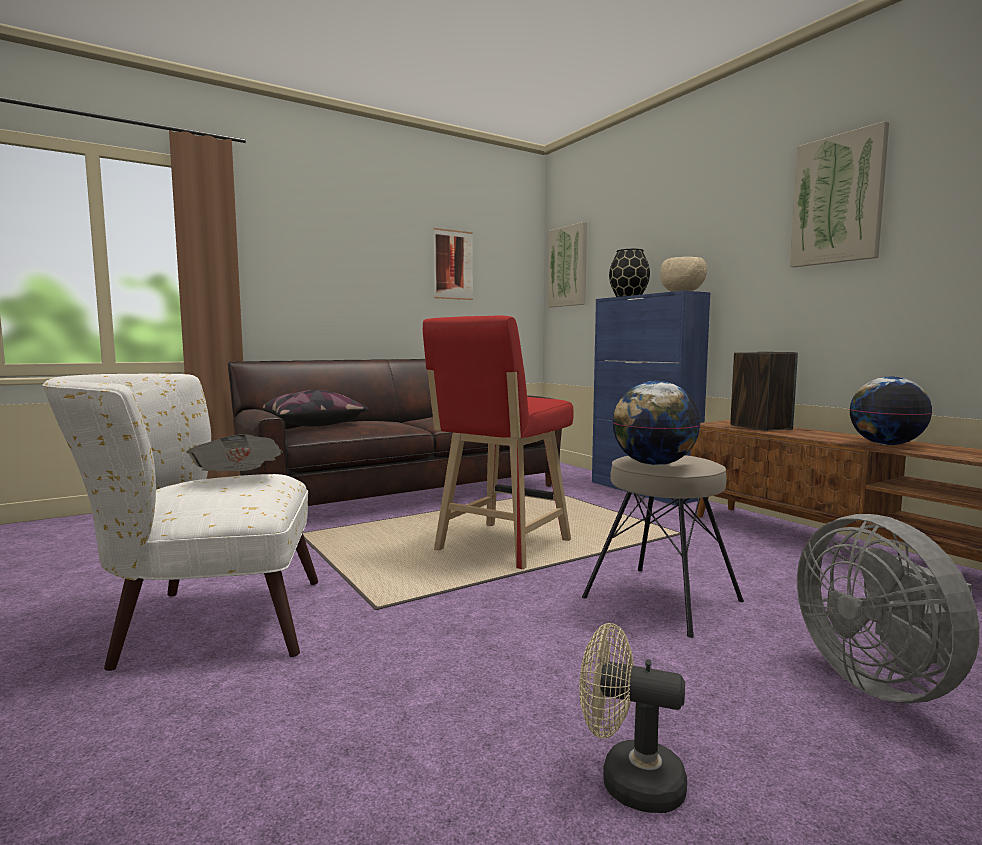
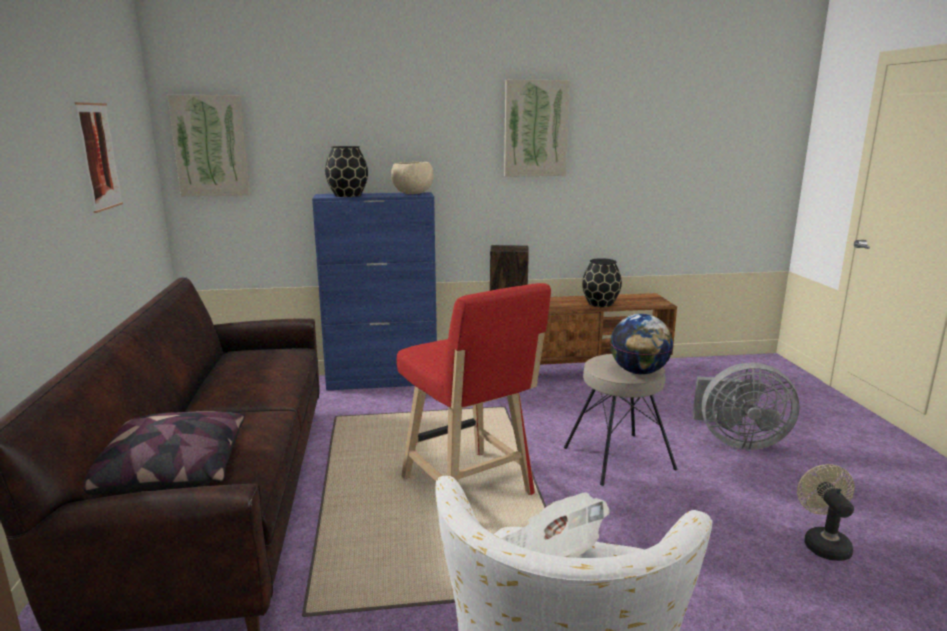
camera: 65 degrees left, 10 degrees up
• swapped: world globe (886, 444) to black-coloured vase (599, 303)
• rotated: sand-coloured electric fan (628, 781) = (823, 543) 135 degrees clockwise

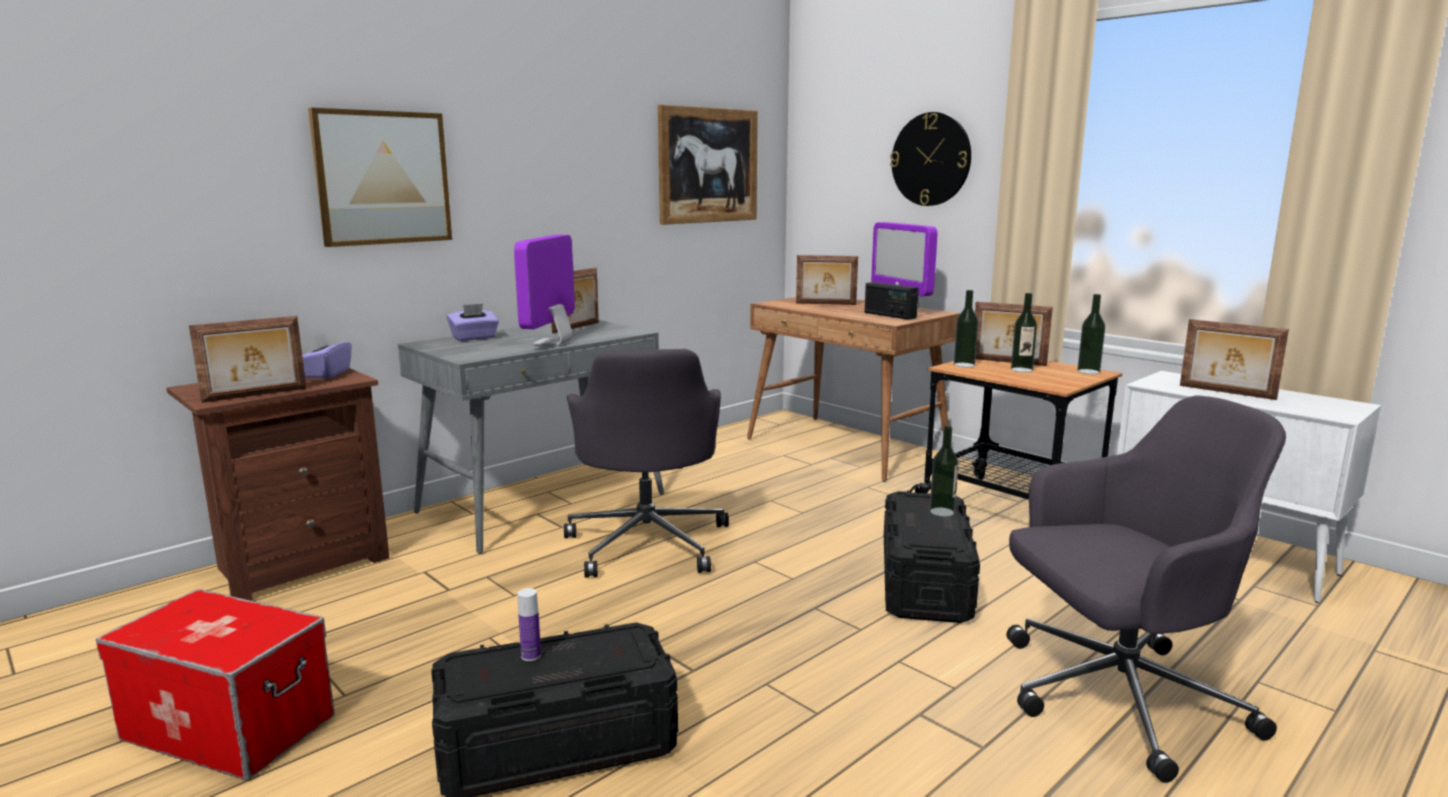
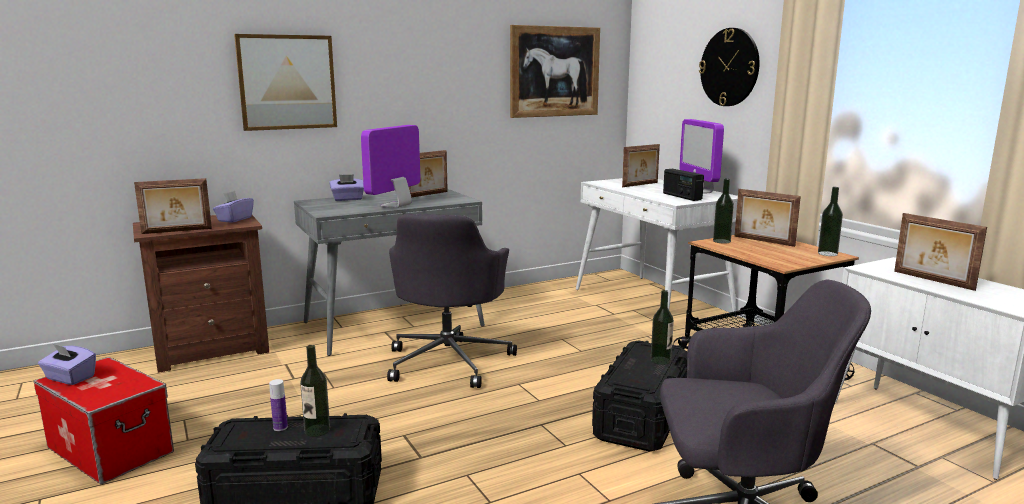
camera: 15 degrees right, 0 degrees up
• rotated: picture frame (825, 304) = (640, 185) 60 degrees counterclockwise
• shifted: beverage bottle (1021, 370) to (317, 430)
• repainted: brownish desk (847, 447) to white desk (652, 302)
• new: purple-coloured box of tissues (70, 378)

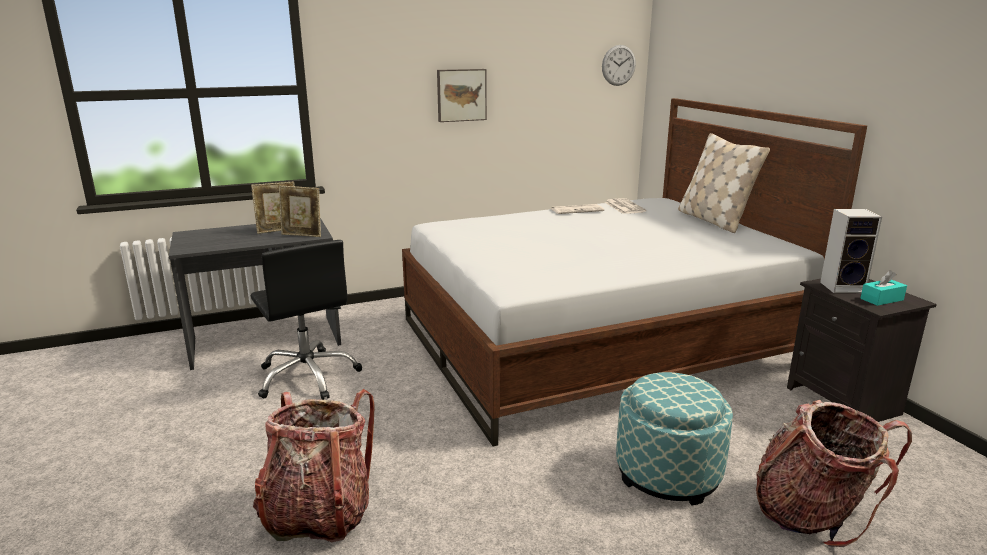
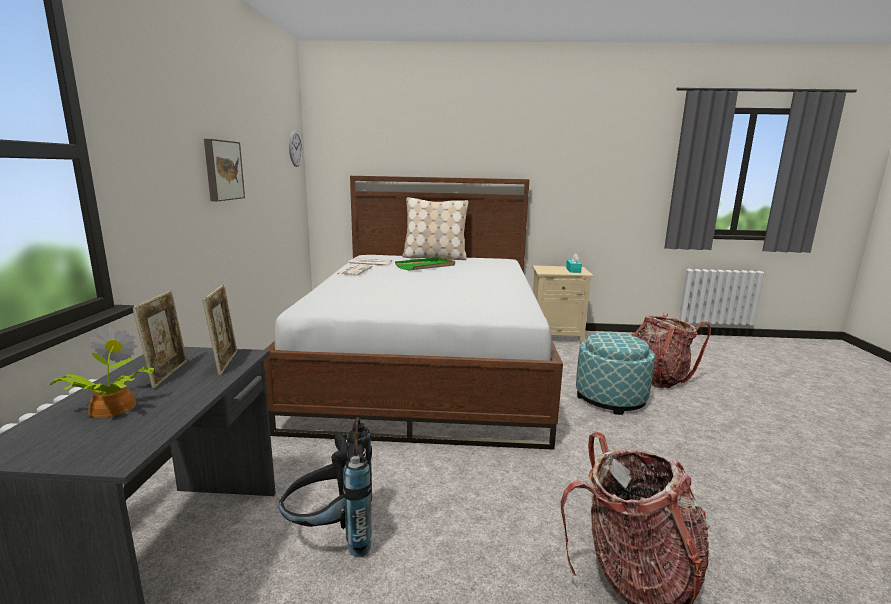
camera: 65 degrees left, 5 degrees down
• rotated: picture frame (302, 235) = (225, 362) 45 degrees counterclockwise
• gone: audio speaker (843, 287)
• swapped: black-coloured office chair (308, 376) to black-coloured backpack (332, 536)
• repainted: black-coloured night table (845, 401) to sand-coloured night table (556, 336)
• new: green serving tray (426, 266)
• new: houseplant (110, 408)

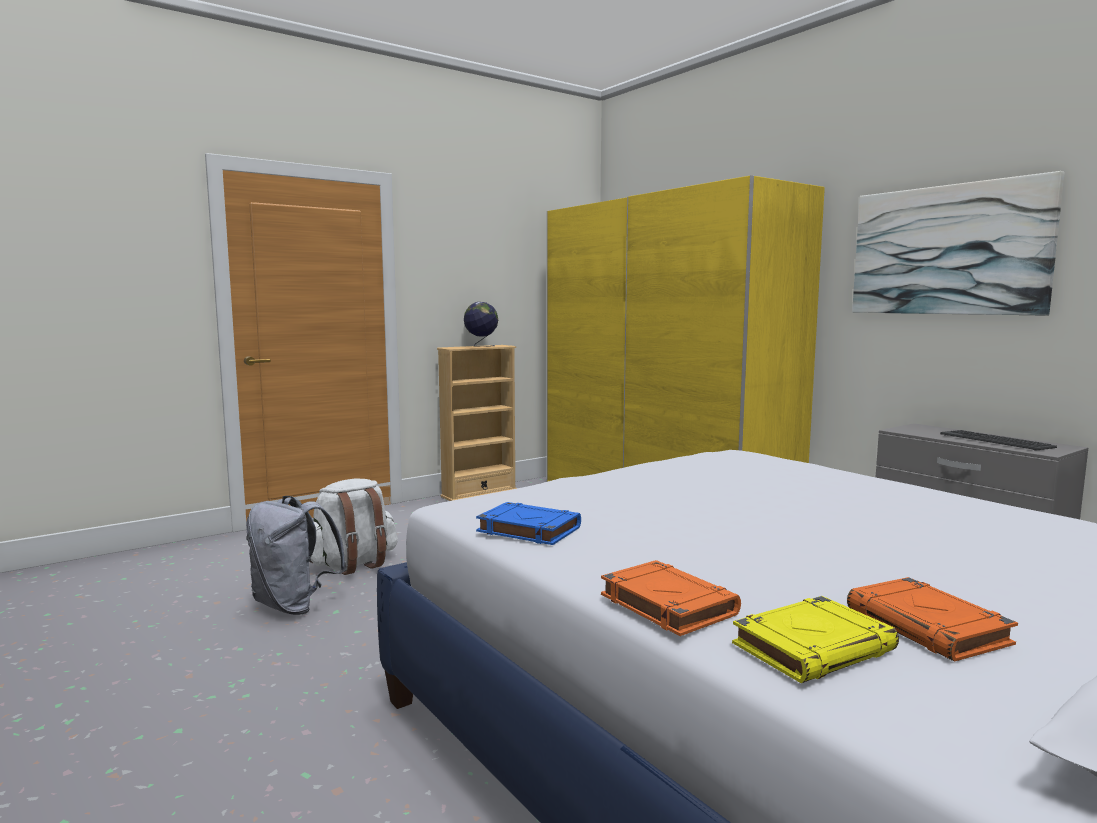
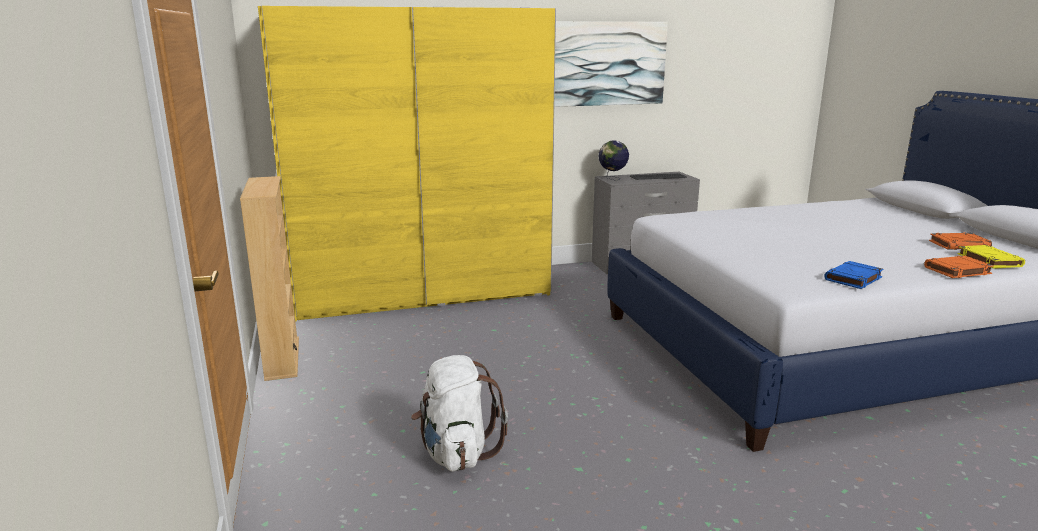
camera: 70 degrees left, 10 degrees up
• shifted: world globe (481, 346) to (612, 179)
• gone: grey backpack (294, 605)

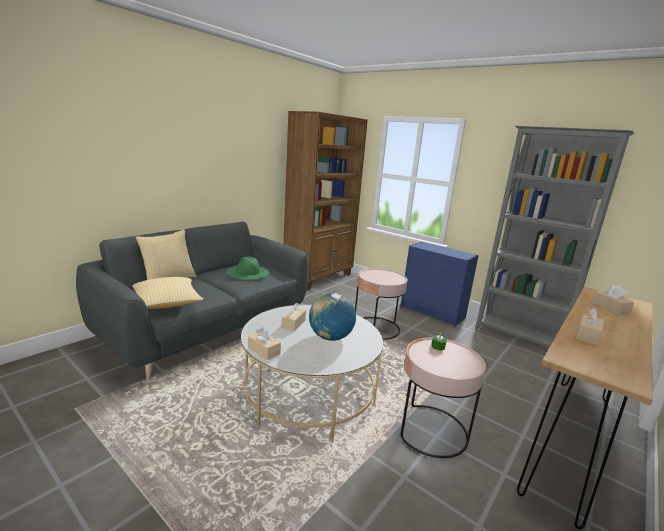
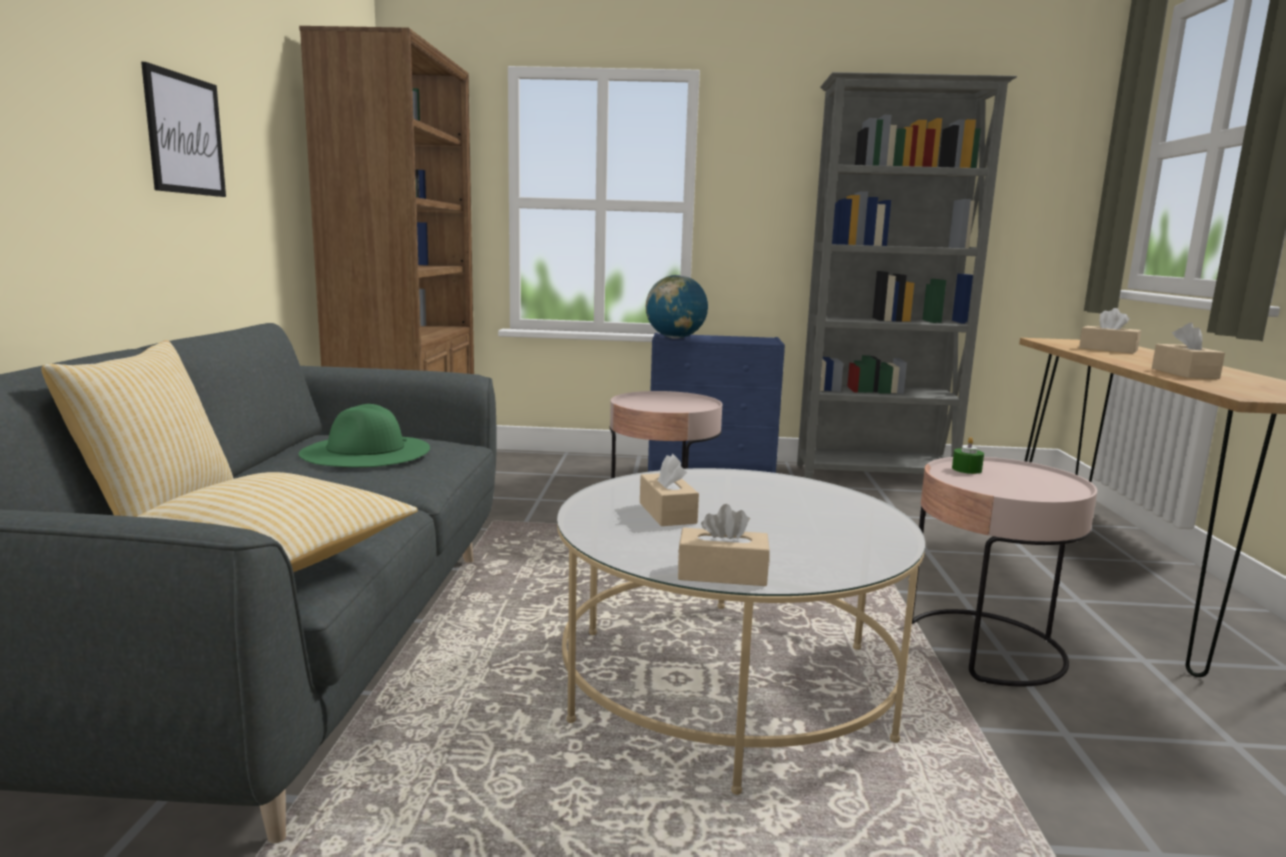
camera: 35 degrees left, 5 degrees down
• shifted: world globe (330, 337) to (675, 338)
• new: picture (185, 135)

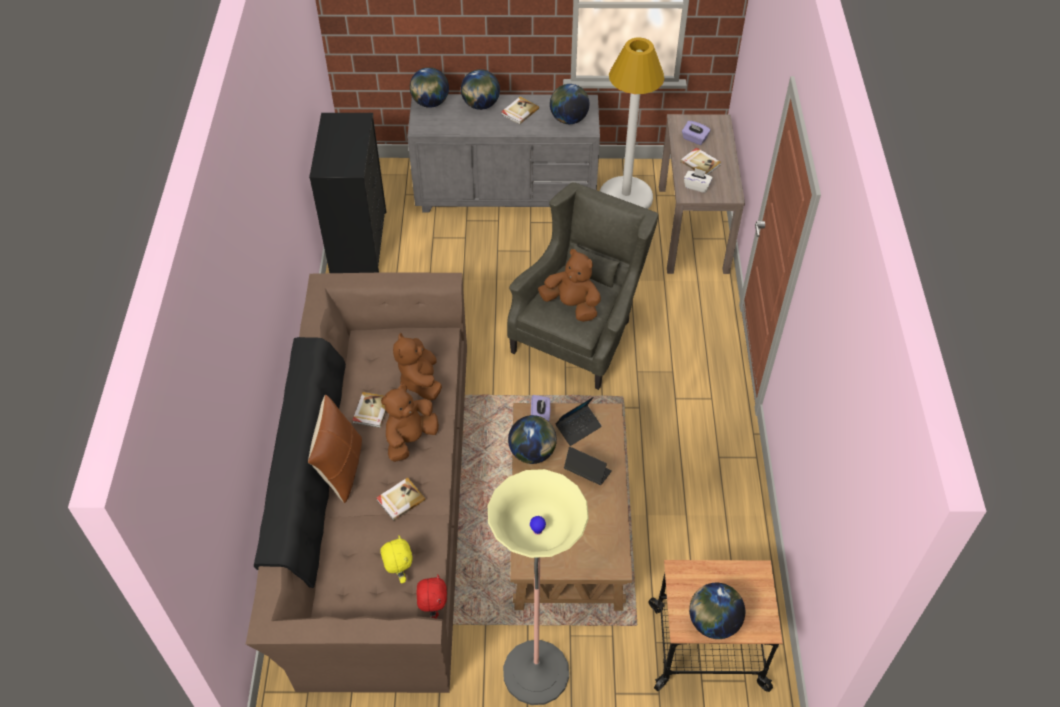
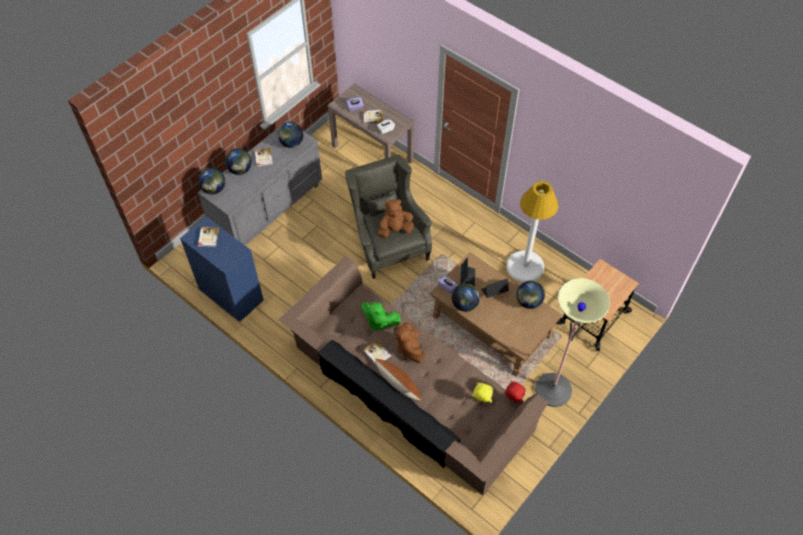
camera: 50 degrees left, 5 degrees up
• shifted: white standing lamp (625, 197) to (525, 267)
• repainted: black-coloured dresser (358, 241) to blue-coloured dresser (230, 294)
• repainted: brownish cuddly toy (420, 381) to green cuddly toy (378, 321)
• shifted: book (400, 500) to (208, 237)
• shifted: world globe (713, 622) to (528, 302)

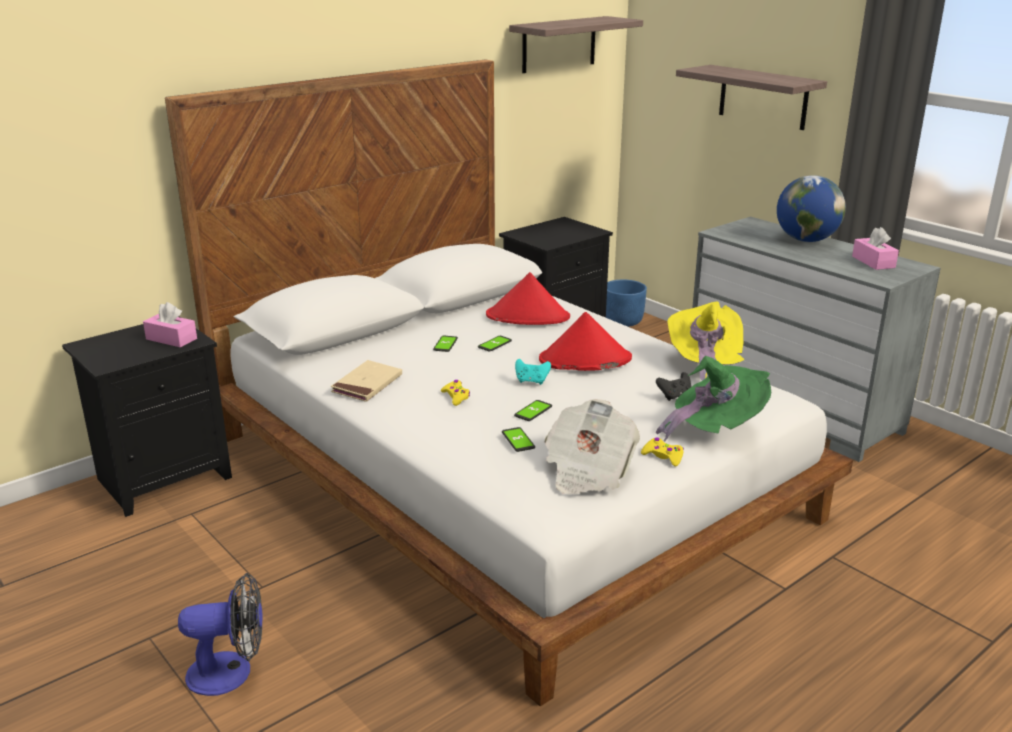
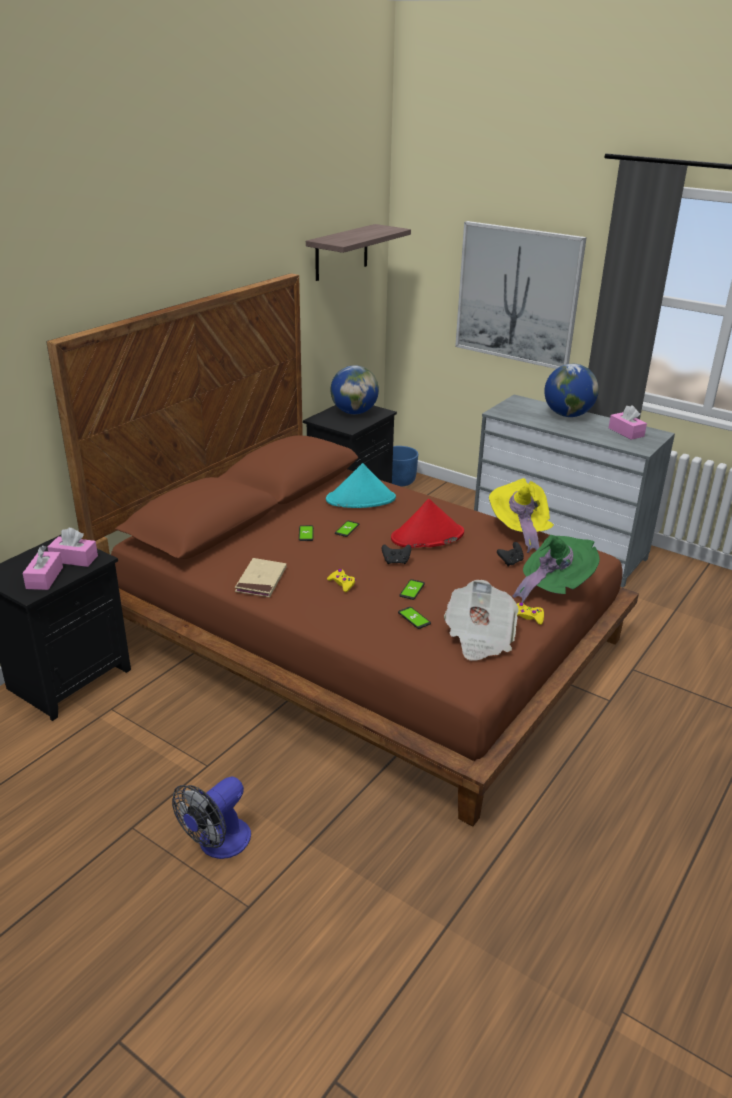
camera: 15 degrees left, 5 degrees up
• repainted: white sleeping bed (507, 476) to brownish sleeping bed (364, 635)
• swapped: wall shelf (763, 97) to picture (517, 295)
• repainted: red clothing hat (528, 317) to blue-green clothing hat (361, 499)
• repainted: blue-green joypad (531, 381) to black-coloured joypad (396, 562)
• rotated: electric fan (231, 672) = (218, 844) 150 degrees clockwise
• new: world globe (354, 412)
• new: pink box of tissues (44, 578)

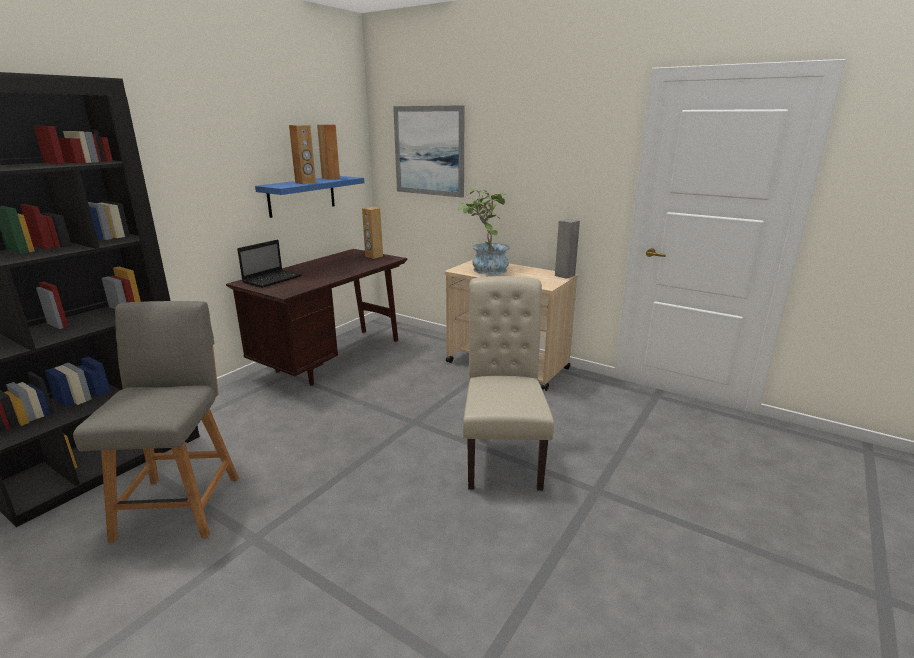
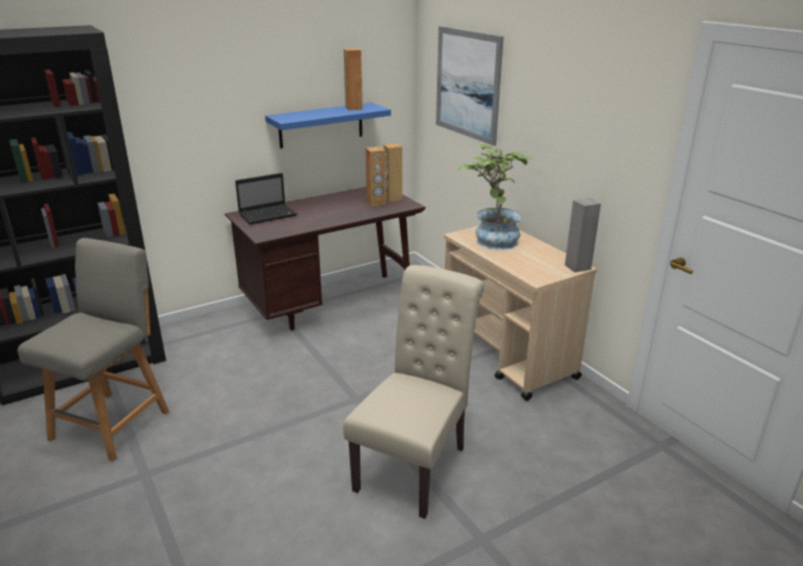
camera: 25 degrees right, 5 degrees up
• shifted: brownish audio speaker (305, 183) to (376, 203)

